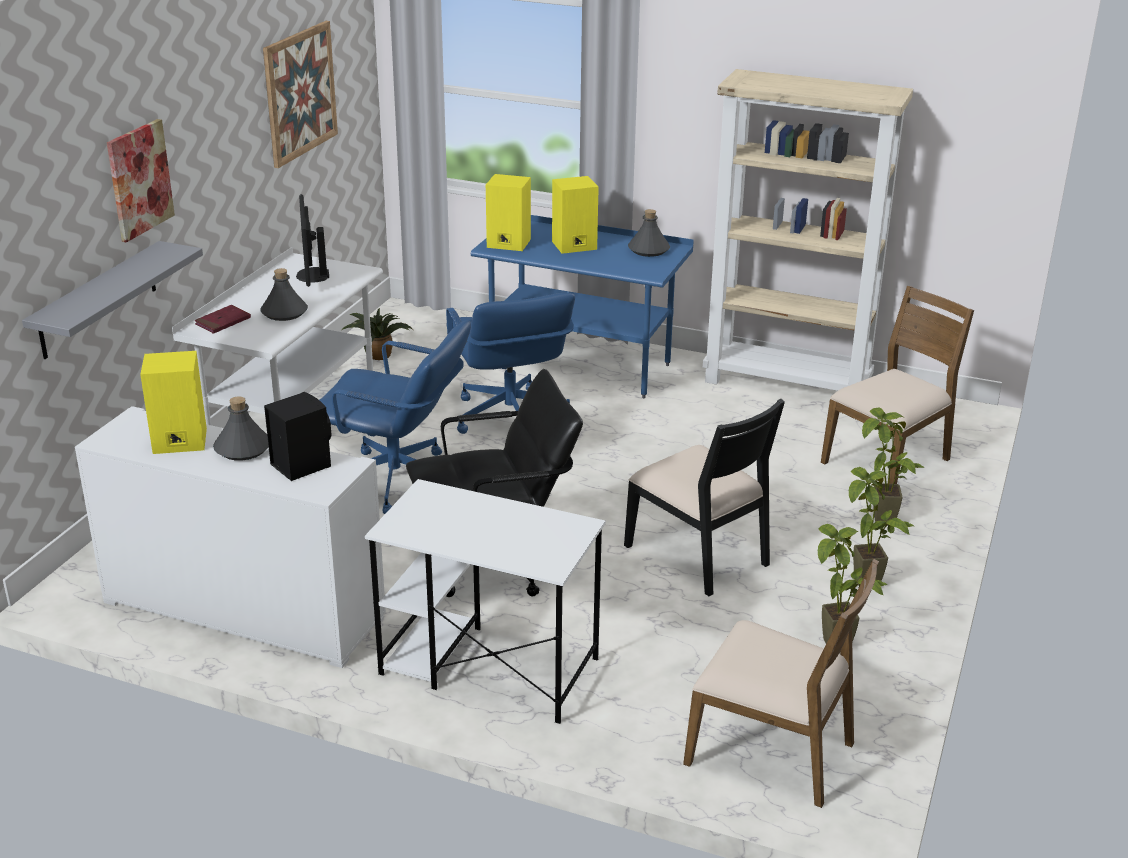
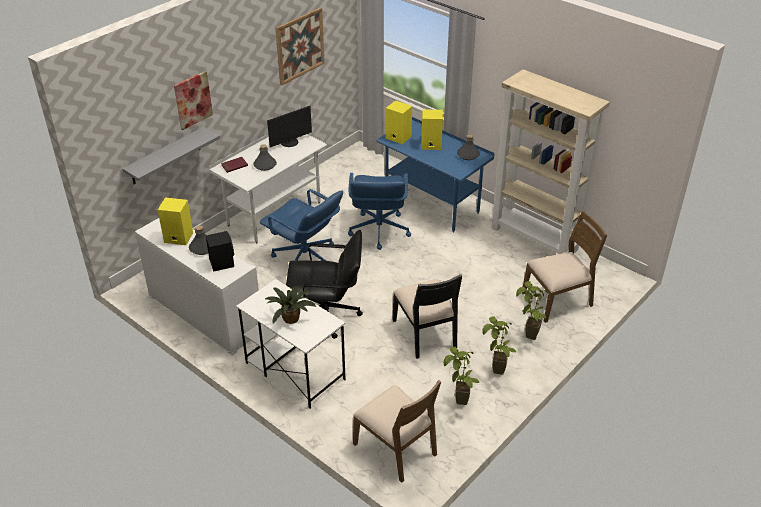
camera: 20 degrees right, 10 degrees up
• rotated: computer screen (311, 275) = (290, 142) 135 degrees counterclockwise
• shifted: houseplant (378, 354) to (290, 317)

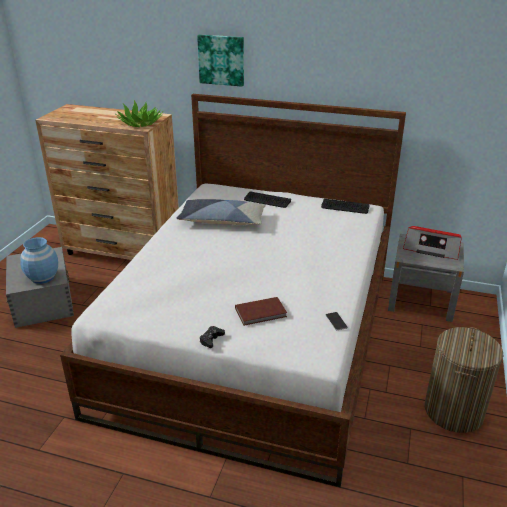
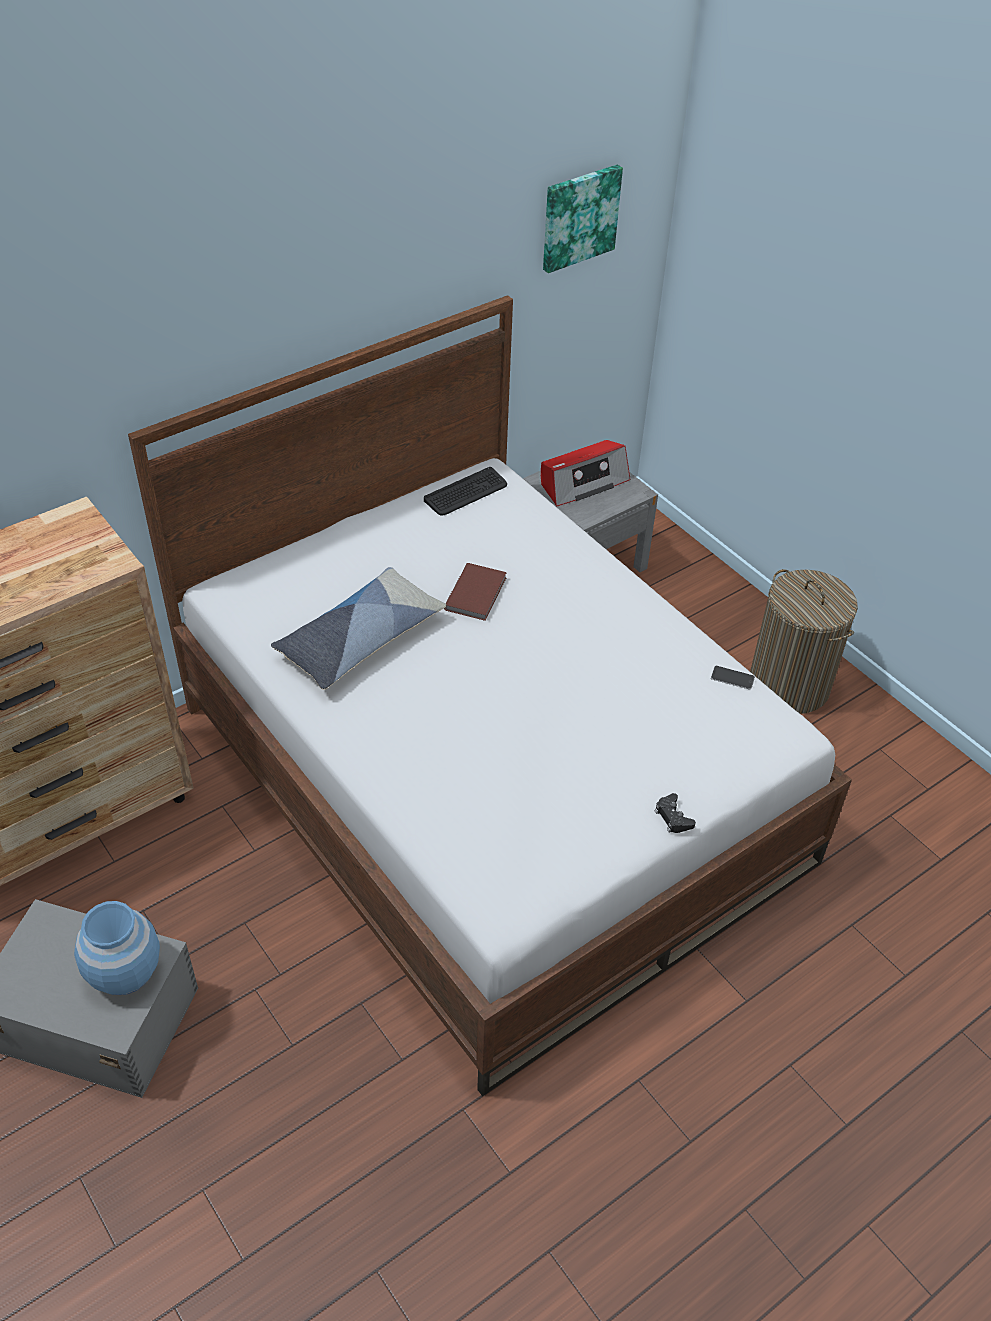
camera: 55 degrees left, 15 degrees up
• shifted: picture (221, 60) to (579, 217)
• gone: houseplant (140, 123)
• gone: keyboard (267, 200)
• shifted: brownish book (261, 313) to (477, 593)

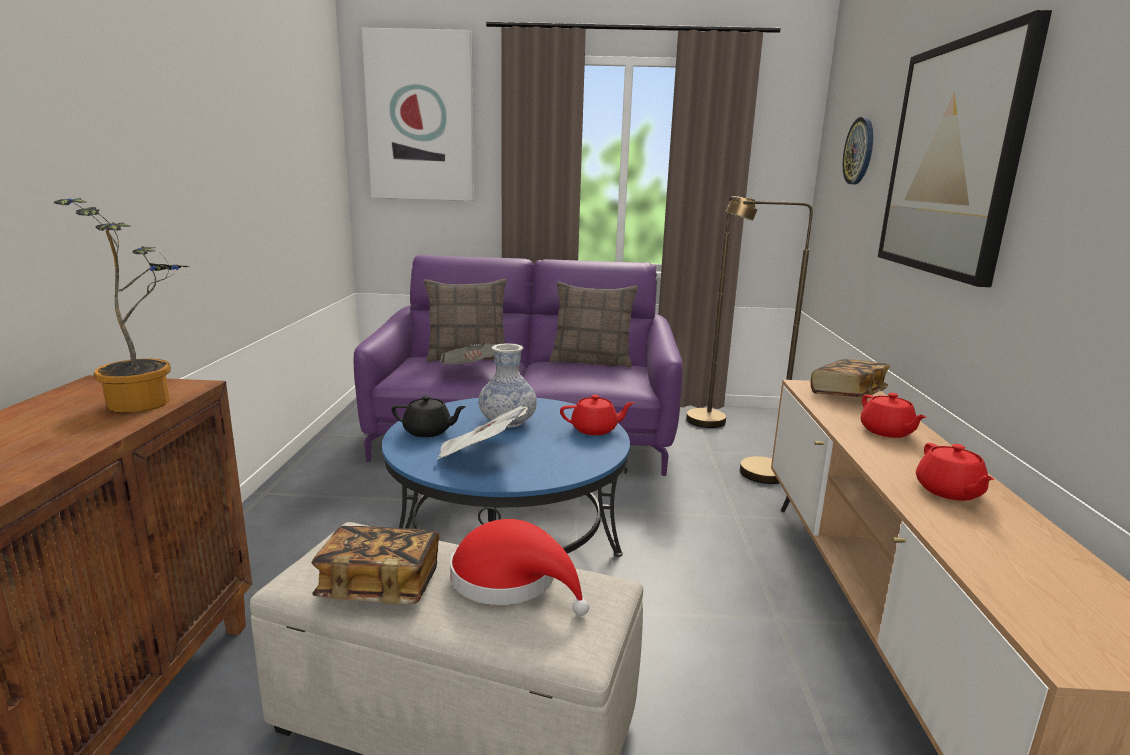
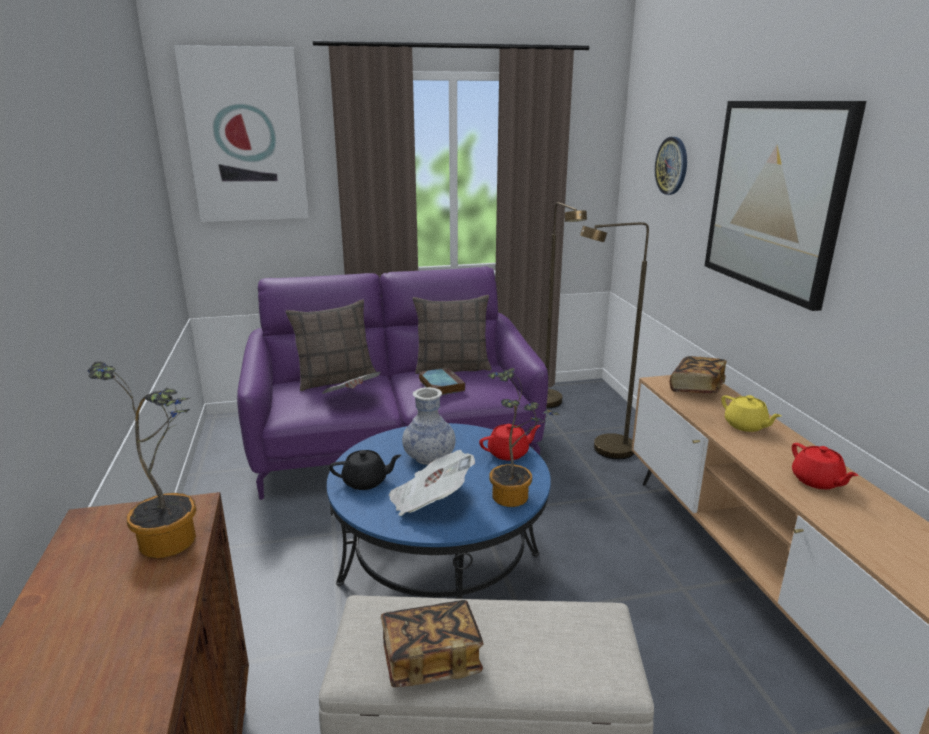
camera: 15 degrees left, 5 degrees up
• repainted: red pot for tea (887, 432) to yellow-coloured pot for tea (746, 426)
• gone: red clothing hat (511, 580)
• new: book (440, 385)
• new: houseplant (515, 496)

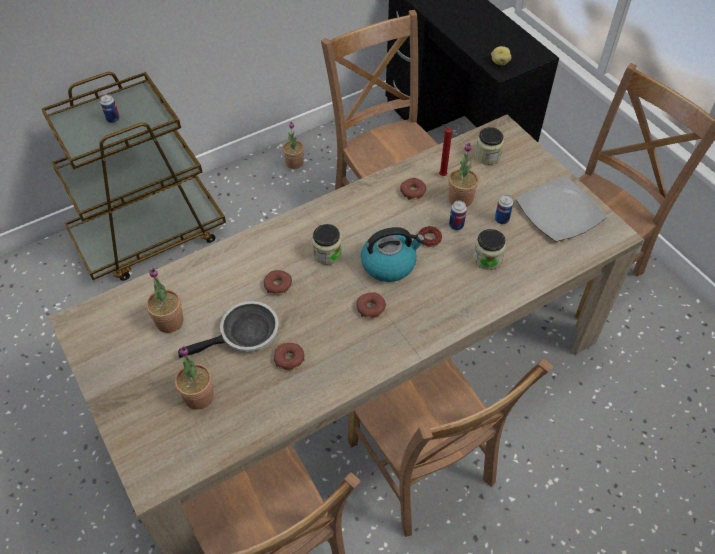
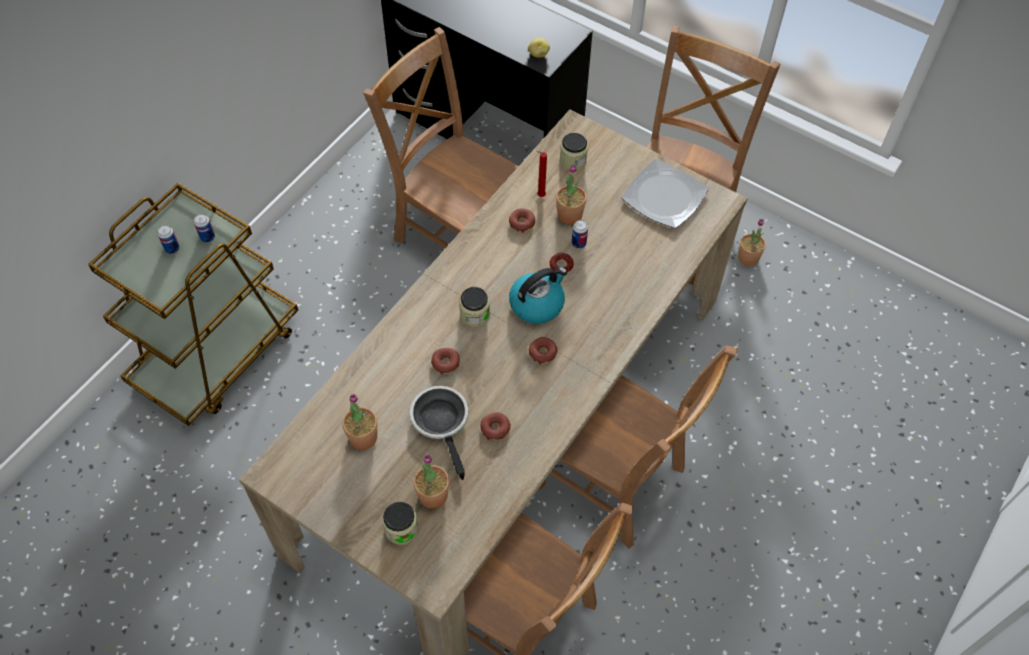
camera: 25 degrees left, 5 degrees up
• shifted: houseplant (294, 163) to (748, 258)
• shifted: sealed can (501, 219) to (207, 237)
• shifted: preserve jar (487, 259) to (401, 529)
• rotated: frying pan (245, 335) = (442, 422) 60 degrees counterclockwise

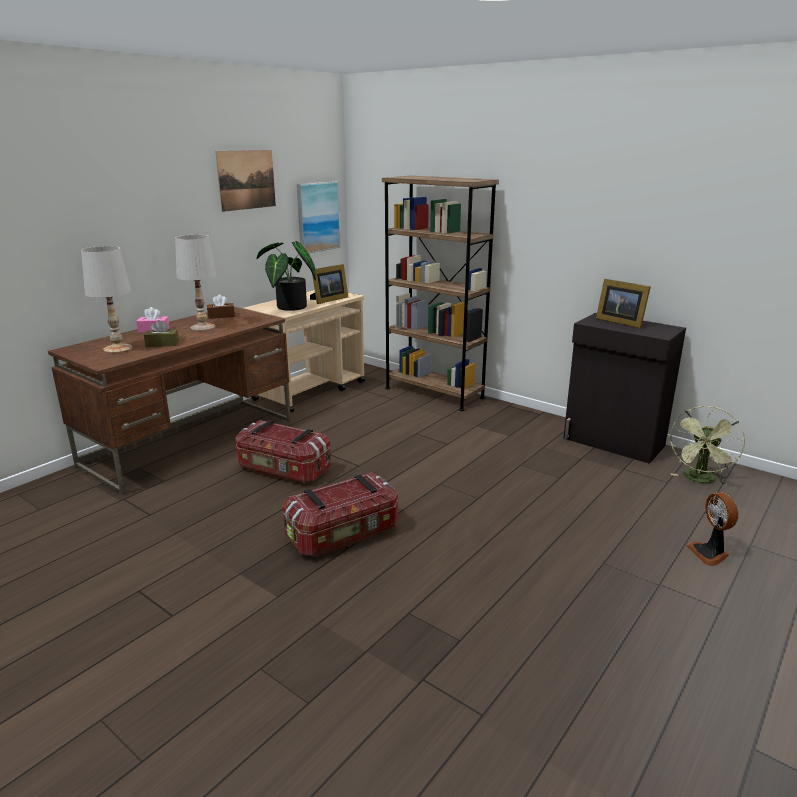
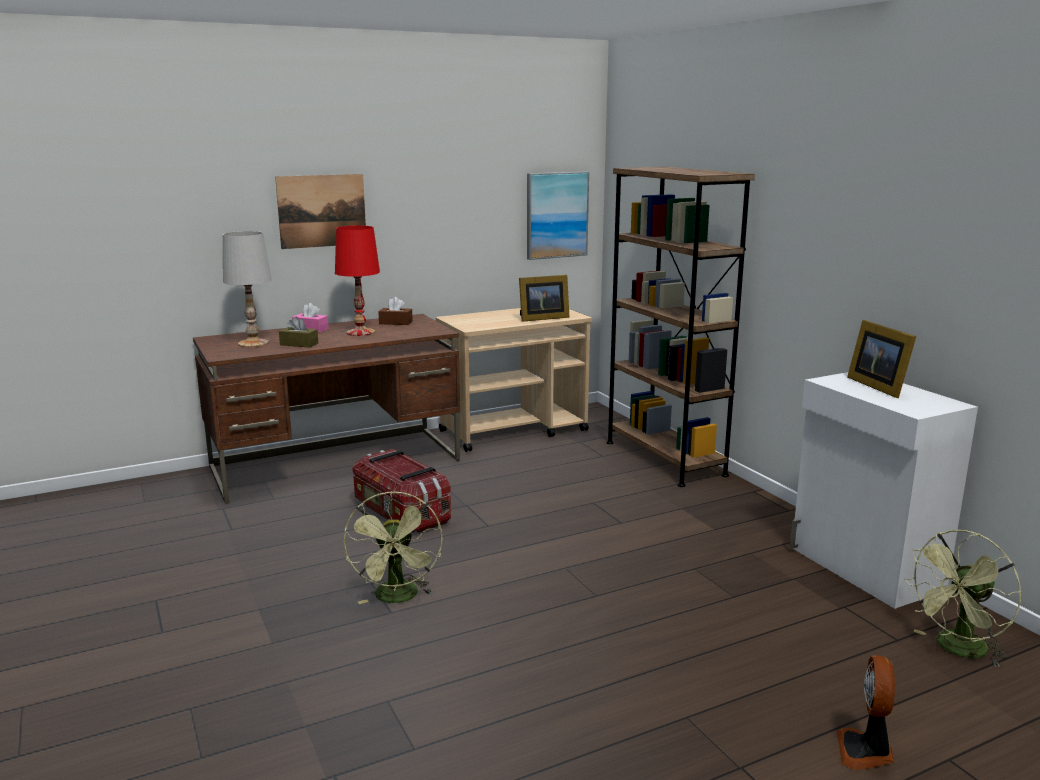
camera: 25 degrees right, 5 degrees down
• shifted: picture (246, 180) to (322, 211)
• repainted: white lamp for a table (202, 327) to red lamp for a table (360, 332)
• gone: houseplant (288, 308)
• repainted: black-coloured cabinet (613, 443) to white cabinet (864, 569)
• swapped: storage box (344, 535) to green electric fan (398, 598)

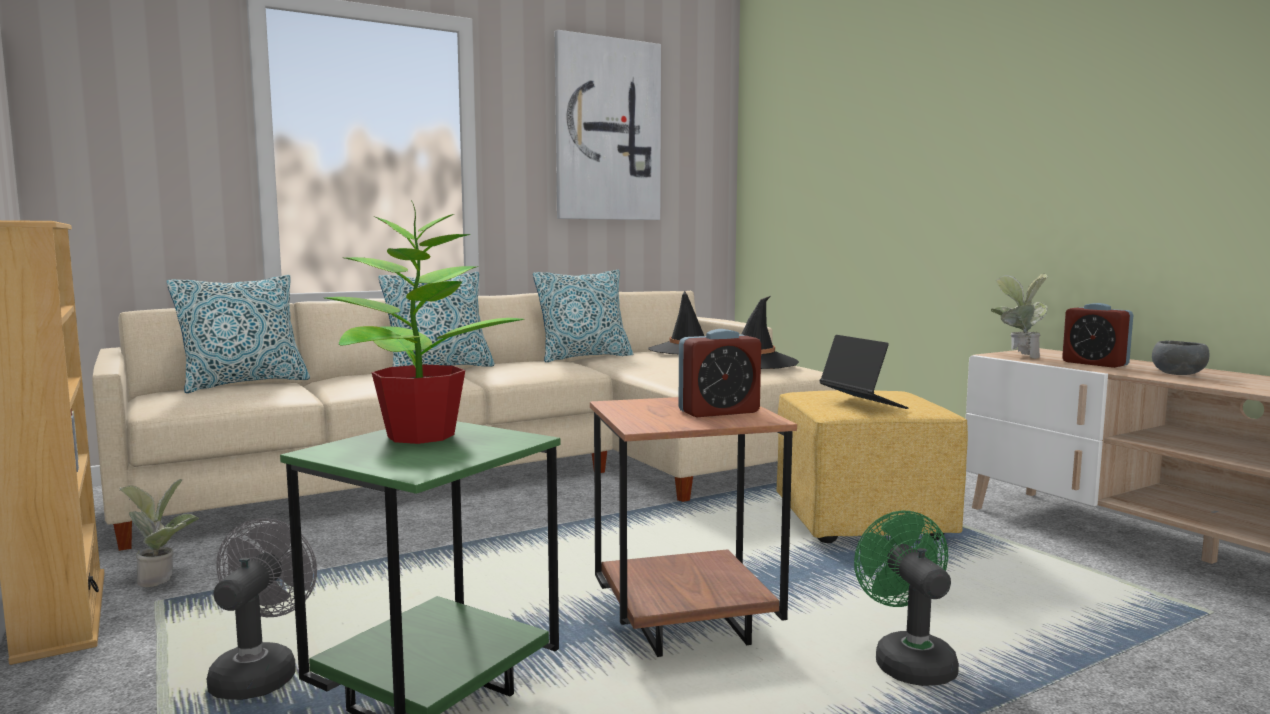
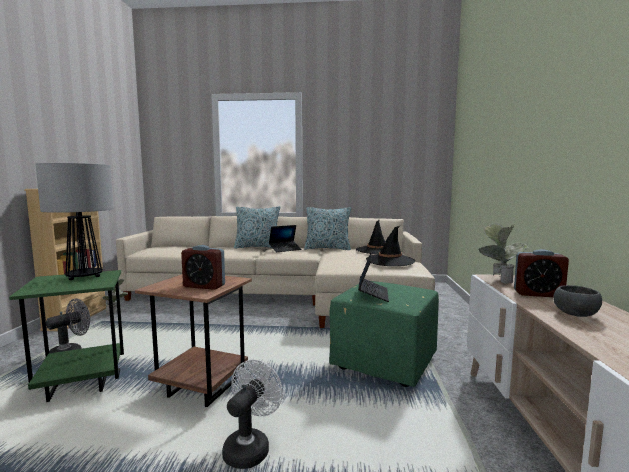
camera: 35 degrees right, 0 degrees up
• gone: picture (607, 130)
• swapped: houseplant (418, 436) to lamp for a table (85, 277)
• gone: throw pillow (244, 383)
• rotated: alarm clock (1095, 363) = (538, 294) 75 degrees counterclockwise
• repainted: yellow-coloured pouffe (859, 522) to green pouffe (383, 362)
• repainted: green electric fan (908, 660) to white electric fan (250, 447)
• new: laptop (285, 249)

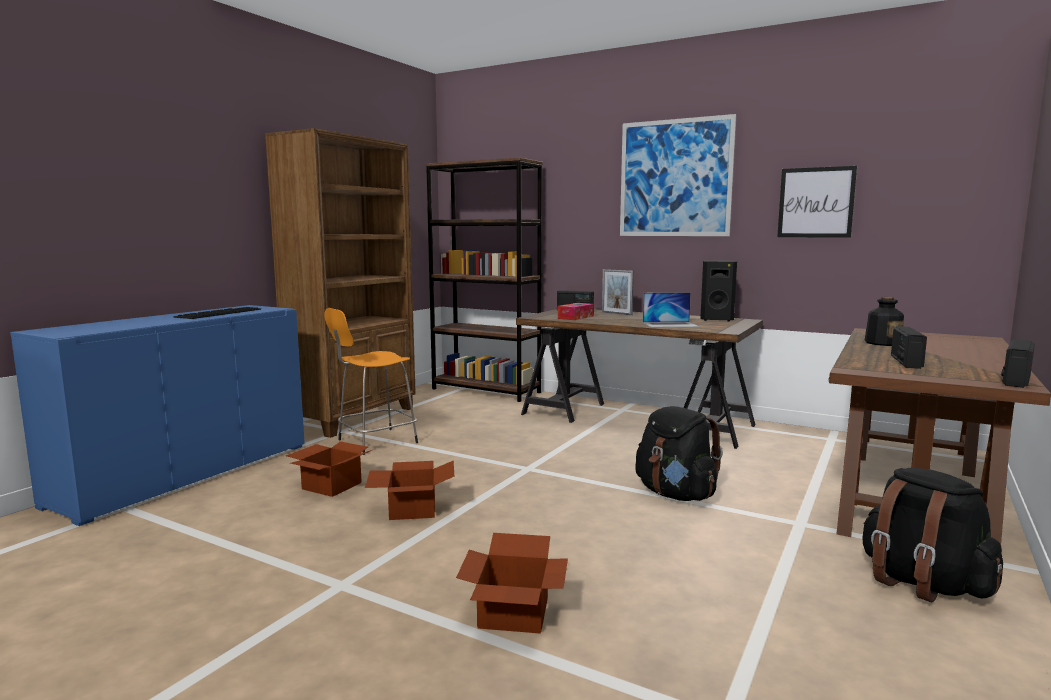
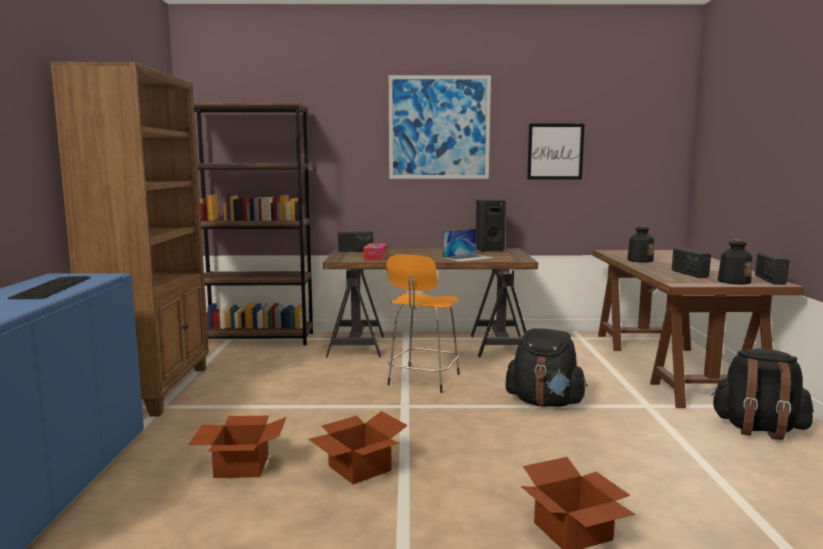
camera: 30 degrees left, 0 degrees up
• gone: picture frame (616, 313)
• shifted: orange-coloured stool (375, 442) to (423, 380)
• new: beverage bottle (733, 281)

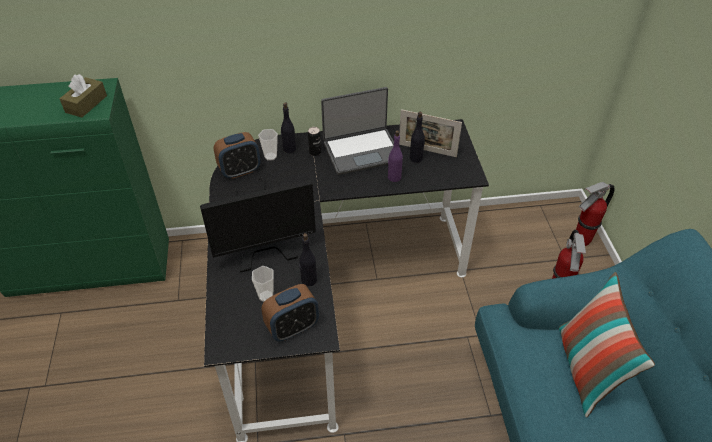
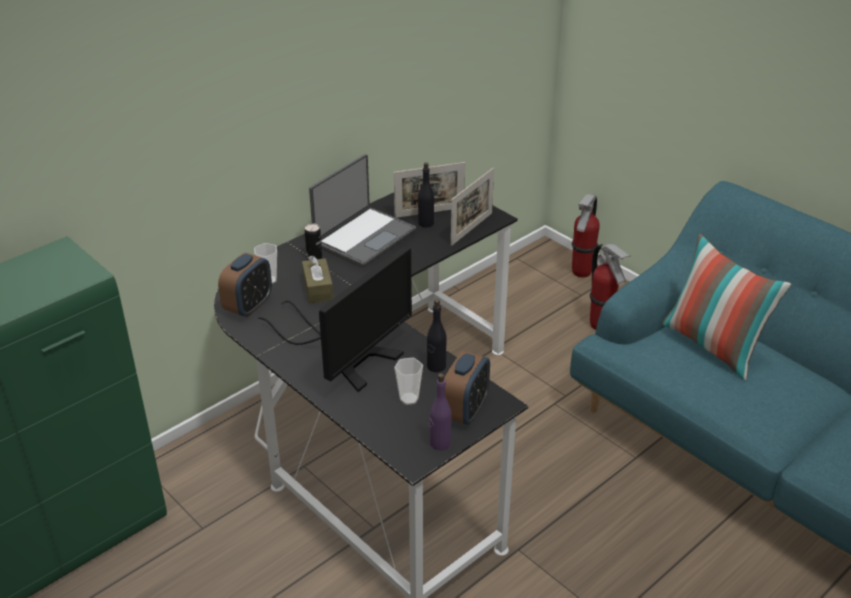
camera: 35 degrees left, 10 degrees down
• shifted: brownish box of tissues (86, 104) to (318, 288)
• gone: black-coloured beverage bottle (289, 149)
• shifted: purple-coloured beverage bottle (394, 177) to (440, 443)
• new: picture frame (471, 229)

